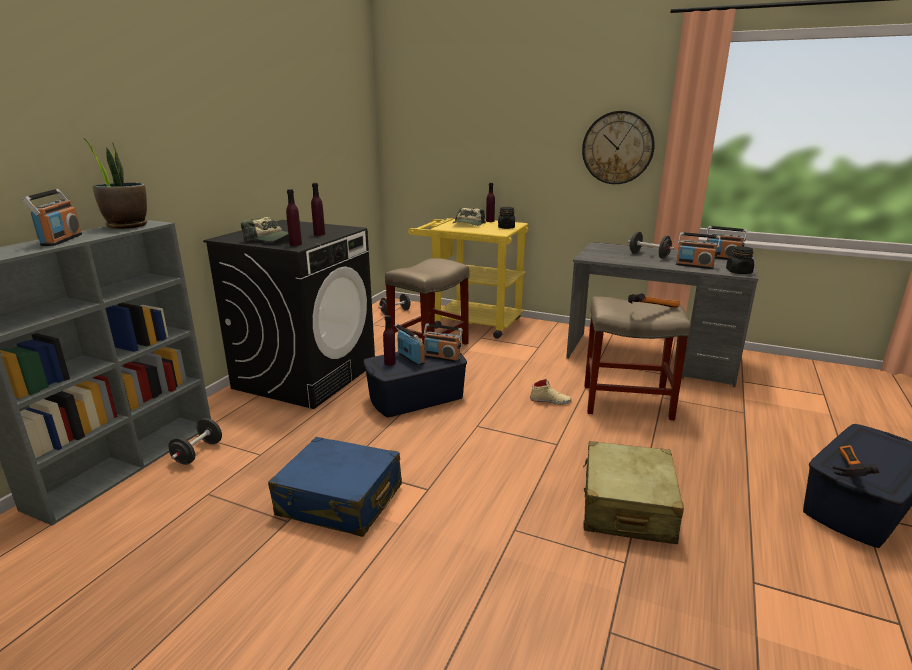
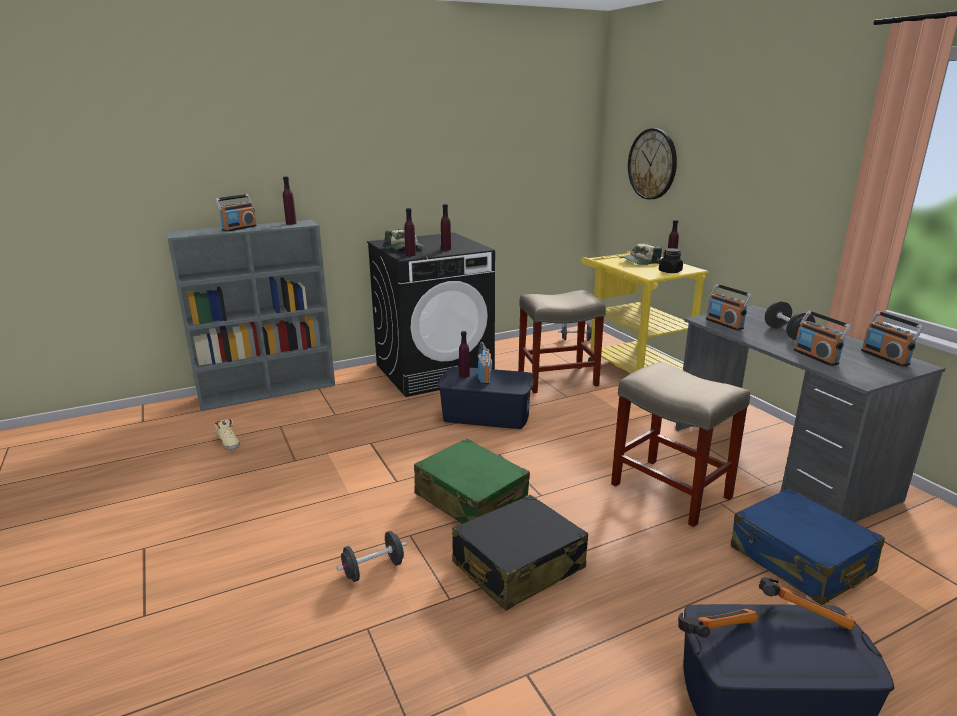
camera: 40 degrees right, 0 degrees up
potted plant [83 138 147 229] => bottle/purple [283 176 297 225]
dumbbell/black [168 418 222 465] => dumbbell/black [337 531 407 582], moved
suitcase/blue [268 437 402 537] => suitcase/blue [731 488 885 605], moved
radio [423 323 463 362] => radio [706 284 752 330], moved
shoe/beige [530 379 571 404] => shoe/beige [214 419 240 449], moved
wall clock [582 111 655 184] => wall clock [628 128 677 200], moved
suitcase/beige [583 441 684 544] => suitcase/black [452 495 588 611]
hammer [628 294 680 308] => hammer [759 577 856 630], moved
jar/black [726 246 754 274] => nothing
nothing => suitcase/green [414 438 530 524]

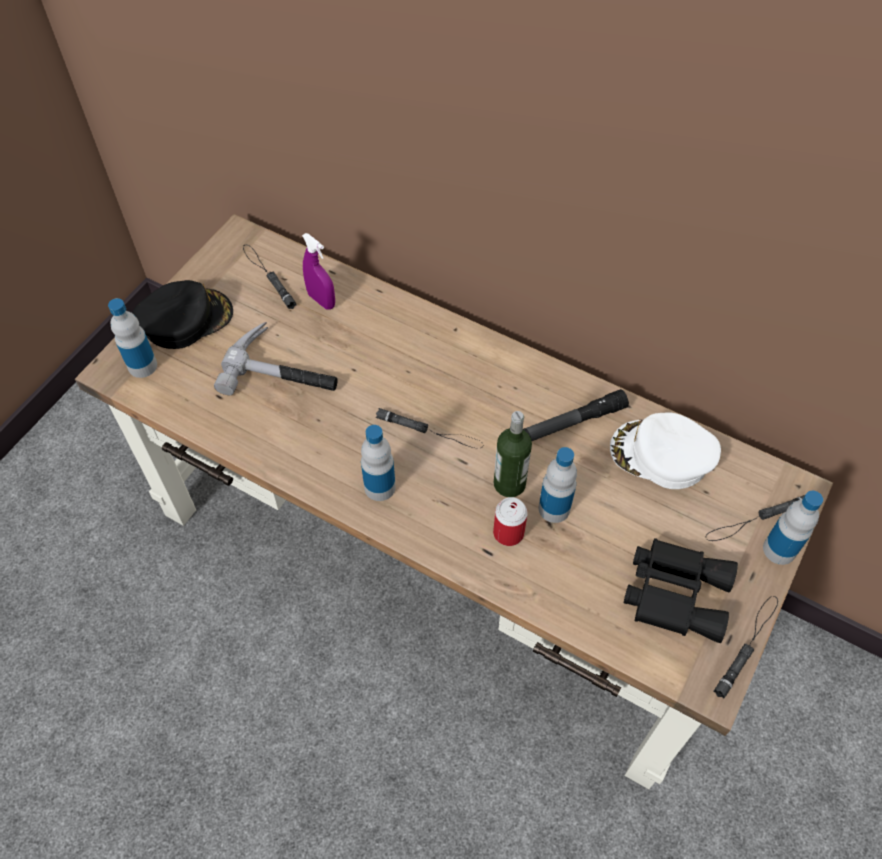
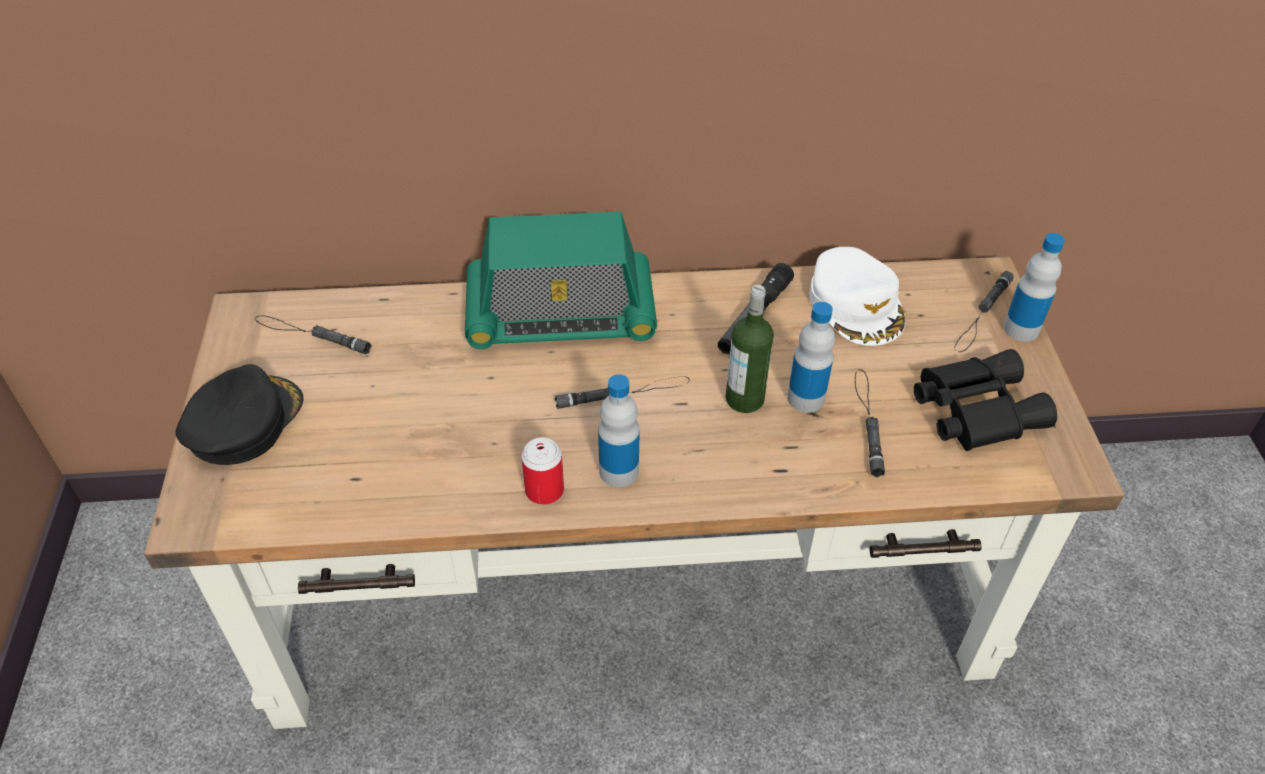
camera: 35 degrees left, 10 degrees down
bottle [108 298 157 378] => nothing
hammer [214 322 338 395] => nothing
spray bottle/purple [302 233 335 310] => nothing
can [493 497 528 546] => can [521 437 564 505], moved
cap/white [610 412 721 489] => cap/white [809 247 905 346], 90 degrees counterclockwise
flashlight/black [713 596 778 699] => flashlight/black [855 369 885 477], moved
nothing => radio [465 212 657 349]

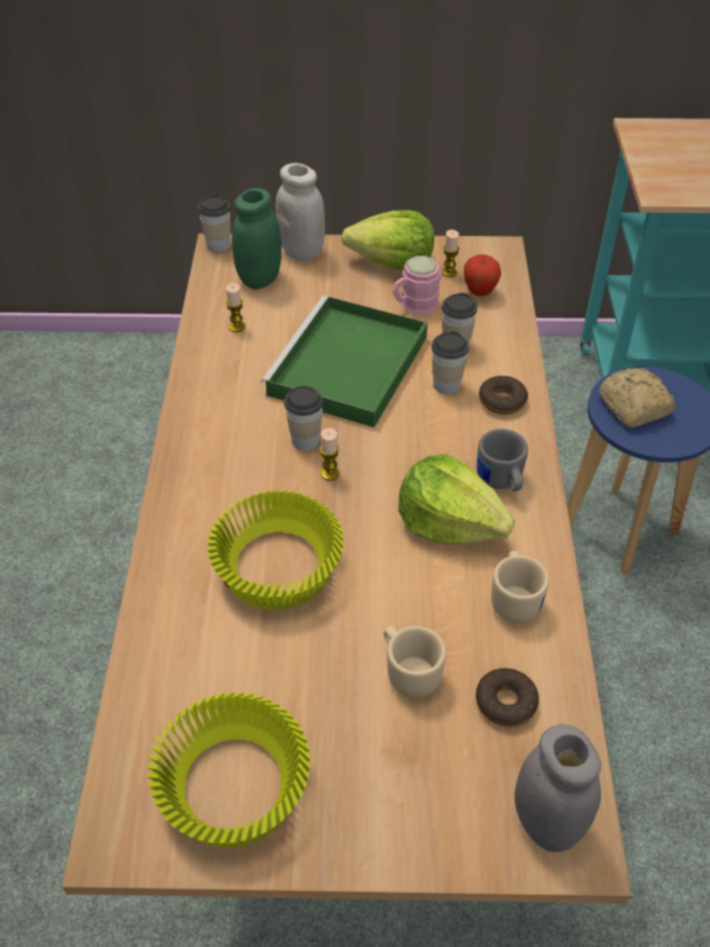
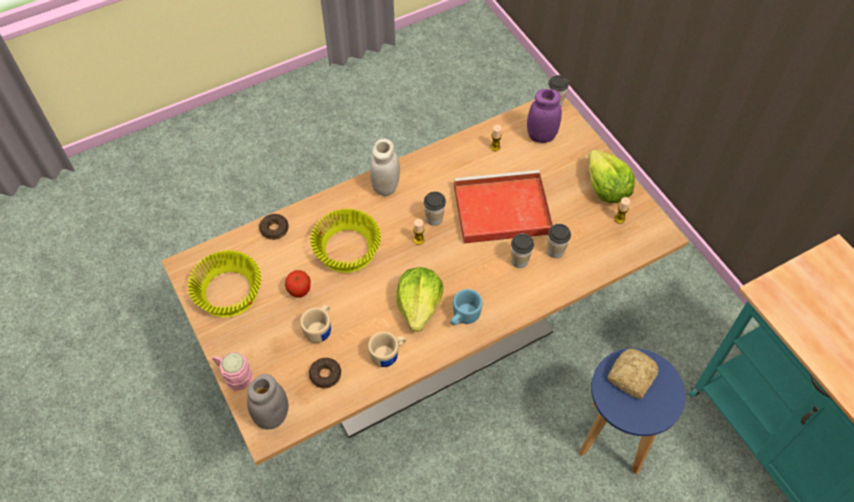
camera: 60 degrees right, 10 degrees up
jar/green [232 188 282 289] => jar/purple [527 89 562 143]
tray/green [261 296 428 427] => tray/red [454 170 553 244]
jar/white [276 163 325 261] => jar/white [370 139 400 196], moved
mug/pink [392 256 441 315] => mug/pink [212 352 253 391], moved
apple [464 254 501 296] => apple [285 270 311 298], moved
mug/grey [477 429 528 492] => mug/blue [450 289 482 325]
donut [479 376 528 414] => donut [259 214 289 240], moved

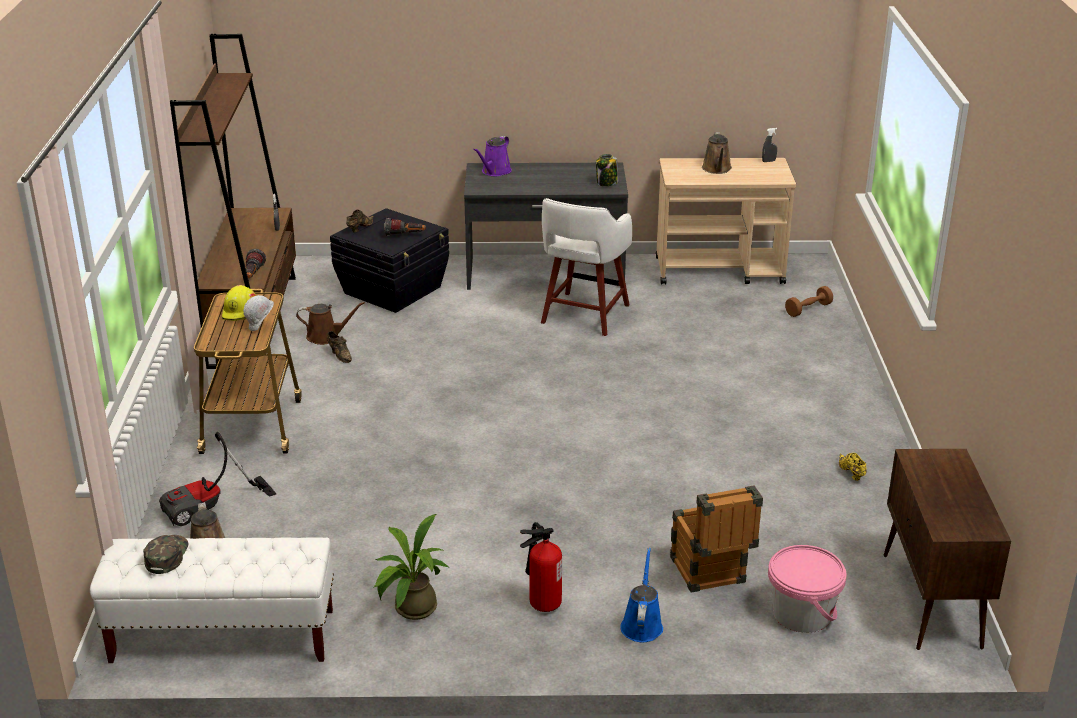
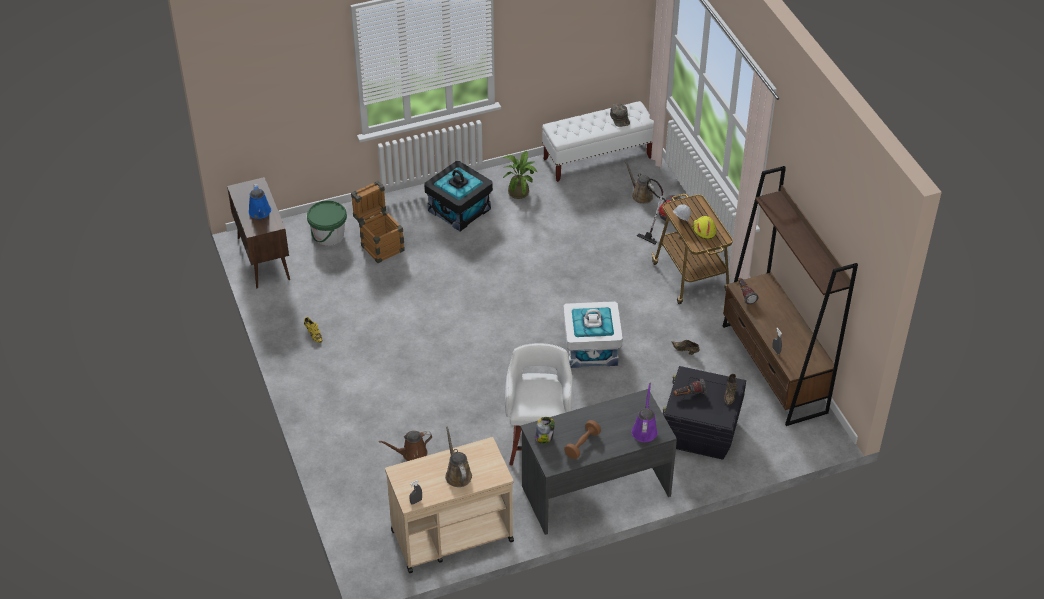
camera: 160 degrees right, 15 degrees up
watering can/brown [296 302 365 345] => watering can/brown [379 431 432 461], moved
fire extinguisher [520 522 562 612] => storage box/black [424 161 493 231]
watering can/blue [620 548 663 642] => watering can/blue [248 184 271 219], moved
bucket/pink [768 545 847 633] => bucket/green [307 200 347 246]
dumbbell/brown [785 286 833 317] => dumbbell/brown [564 420 601 459], moved
nothing => storage box/white [563 301 623 368]

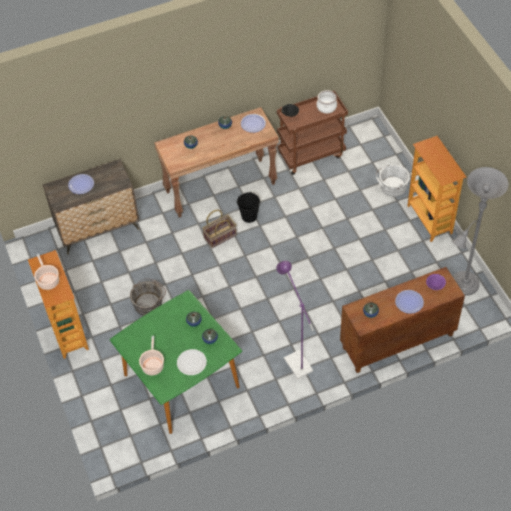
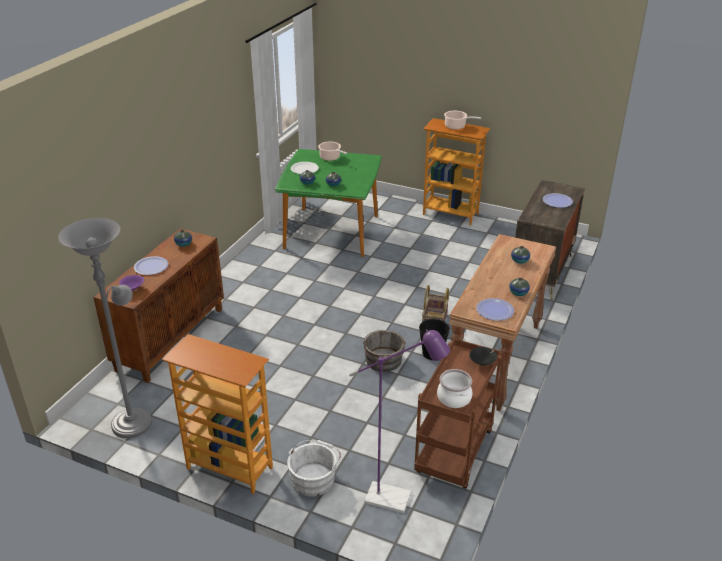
camera: 135 degrees right, 20 degrees down
bucket/grey [130 278 166 316] => bucket/grey [363 330 406 372], moved
floor lamp/purple [276 261 314 379] => floor lamp/purple [349 329 450 513], moved

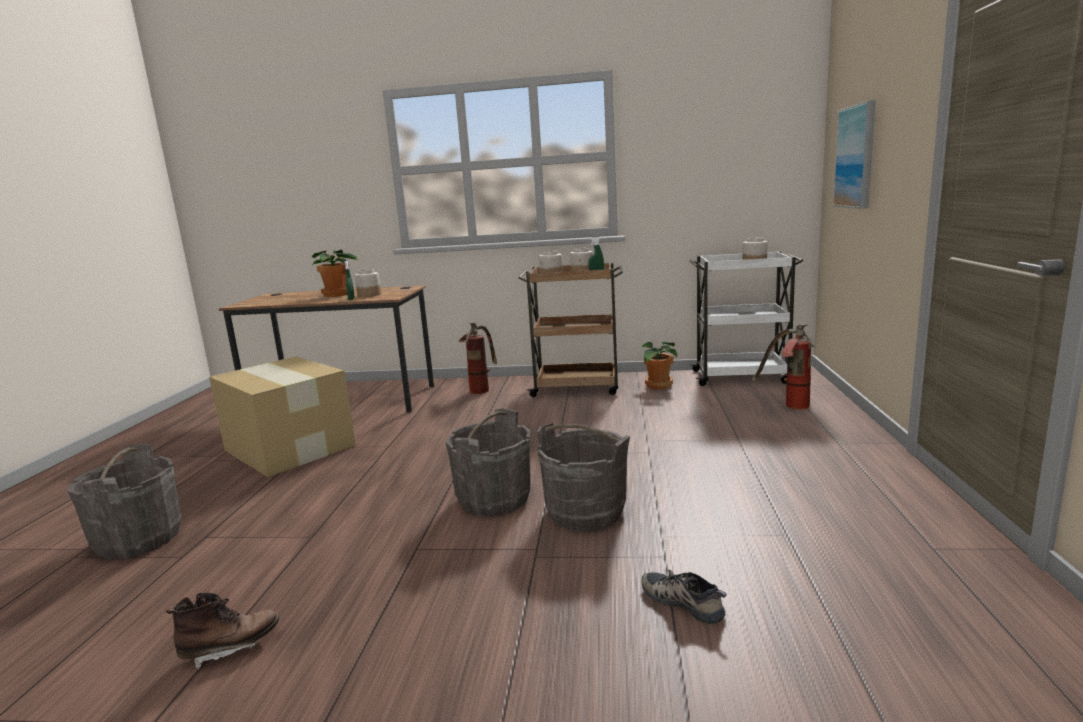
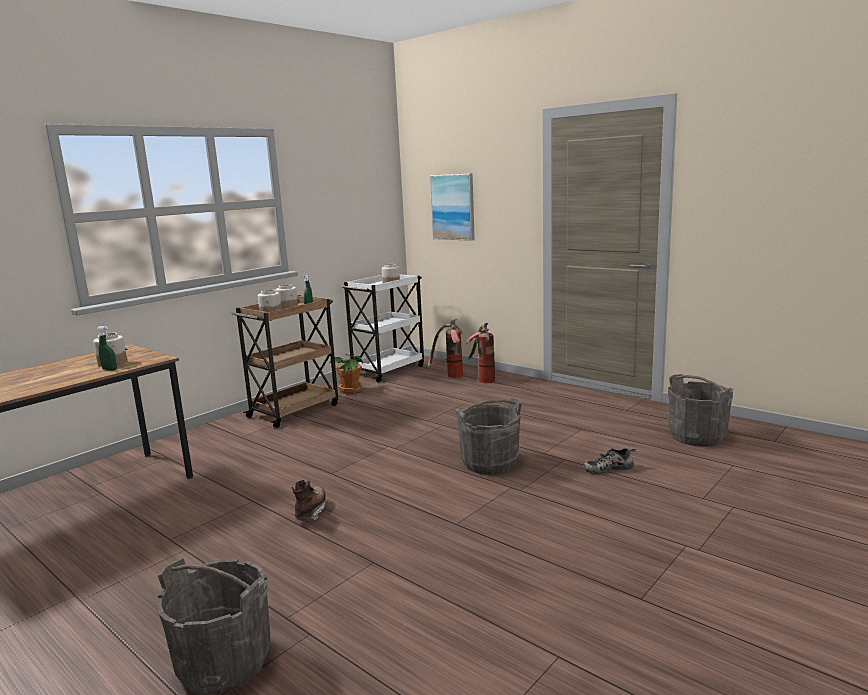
camera: 55 degrees left, 0 degrees up
boot/brown [166 592 279 670] => boot/brown [291 480 327 520], moved
cardboard box [209 356 356 477] => nothing
potted plant [312 250 359 297] => nothing
bucket/grey [446 408 531 516] => bucket/grey [668 374 733 447], moved
fire extinguisher [458 322 497 394] => fire extinguisher [466 323 495 383], moved

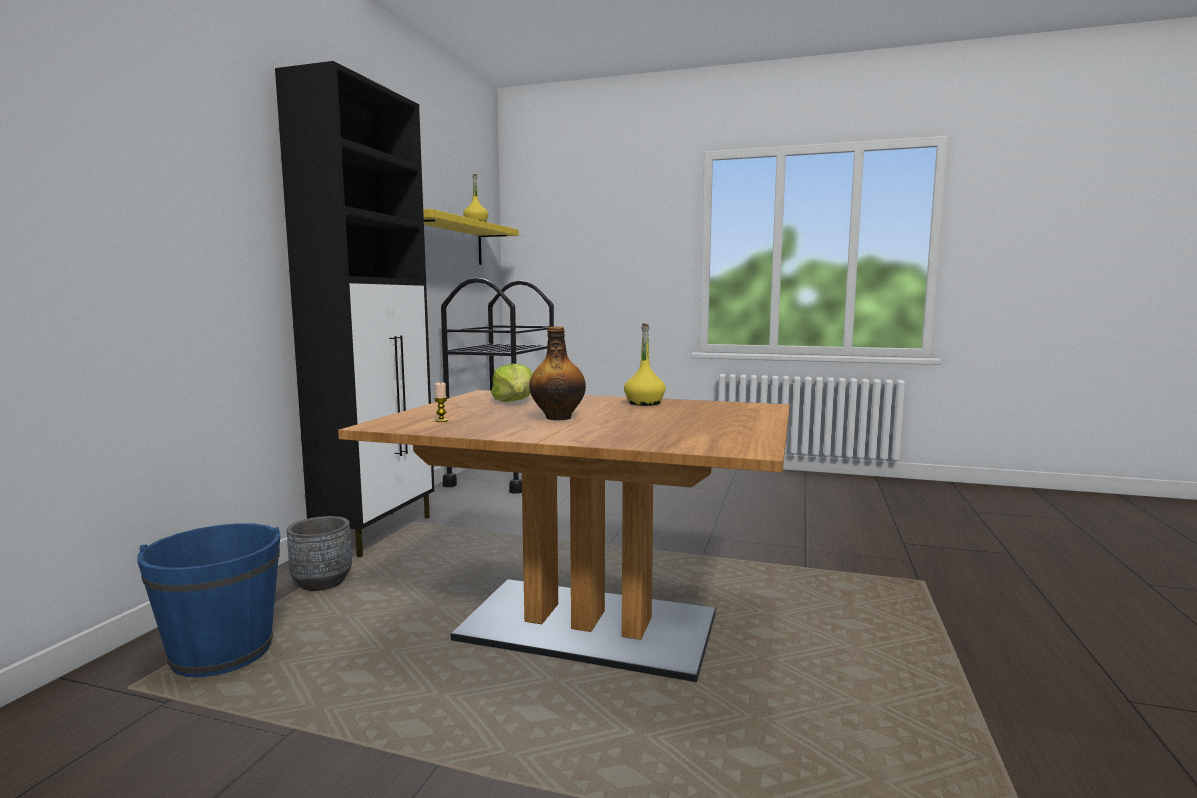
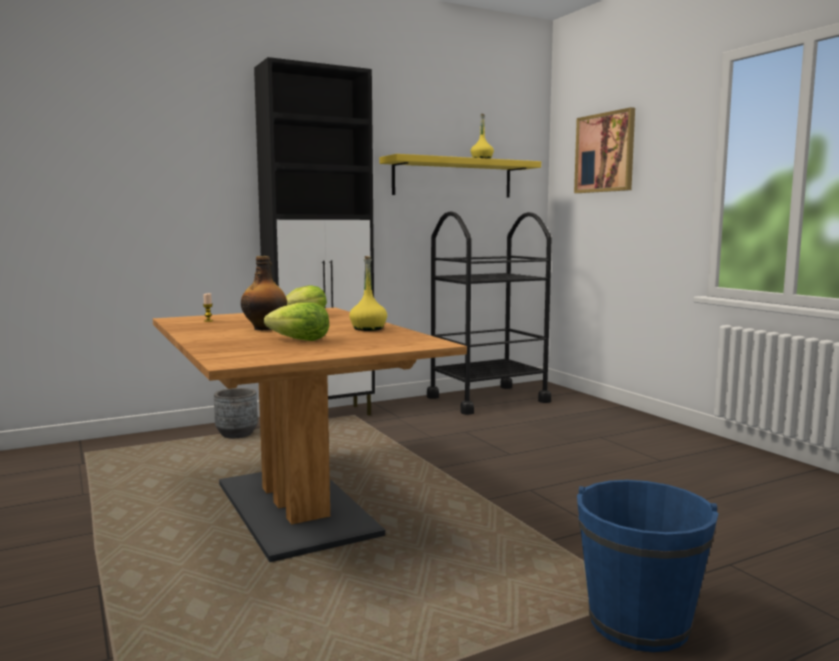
camera: 45 degrees right, 0 degrees up
bucket/blue [137 523 281 677] => bucket/blue [577 480 718 652], moved
nothing => lettuce [264 302 329 341]
nothing => picture [574 107 635 193]

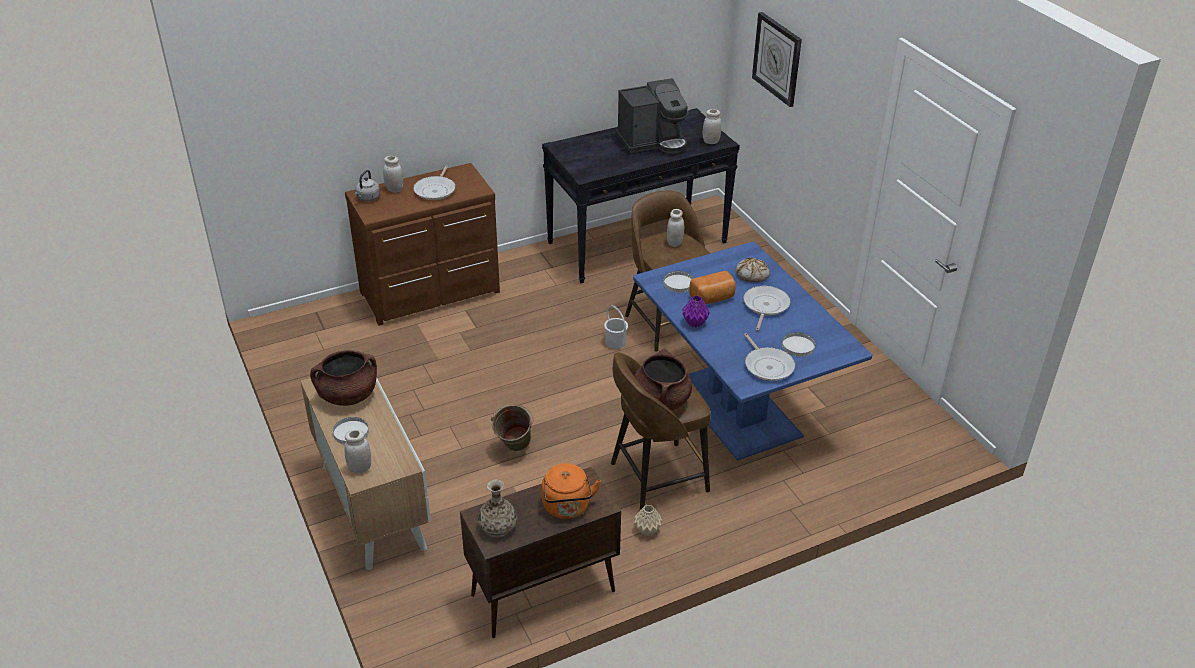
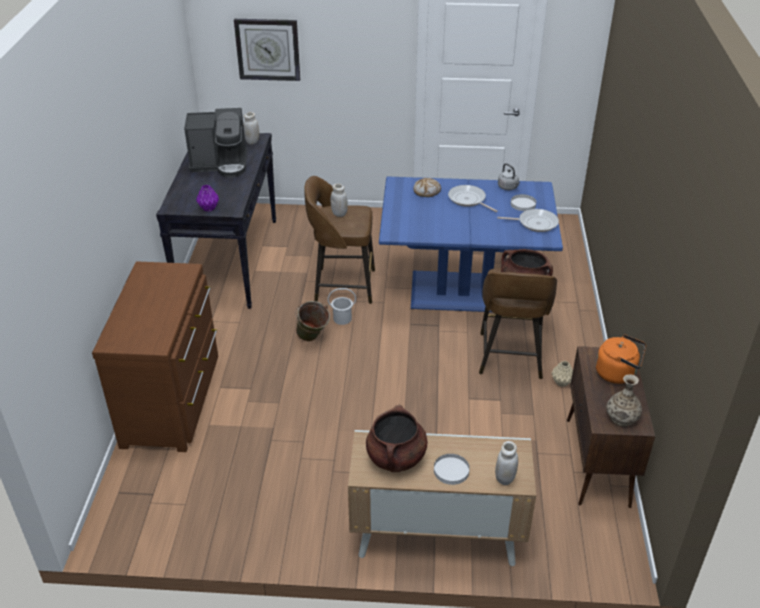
camera: 60 degrees left, 0 degrees up
kettle/grey [354 170 380 201] => kettle/grey [498 163 520 190], moved
jar/white [383 156 403 193] => nothing
frying pan [414 166 455 200] => nothing
bucket/green [491 405 533 451] => bucket/green [295 301 330 342], moved
coffee machine [615 78 689 154] => coffee machine [184 108 247 178], 75 degrees clockwise
plate/white [664 271 694 293] => nothing
vase/purple [682 296 710 328] => vase/purple [196 185 219 212], moved
bread [689 271 736 304] => nothing

